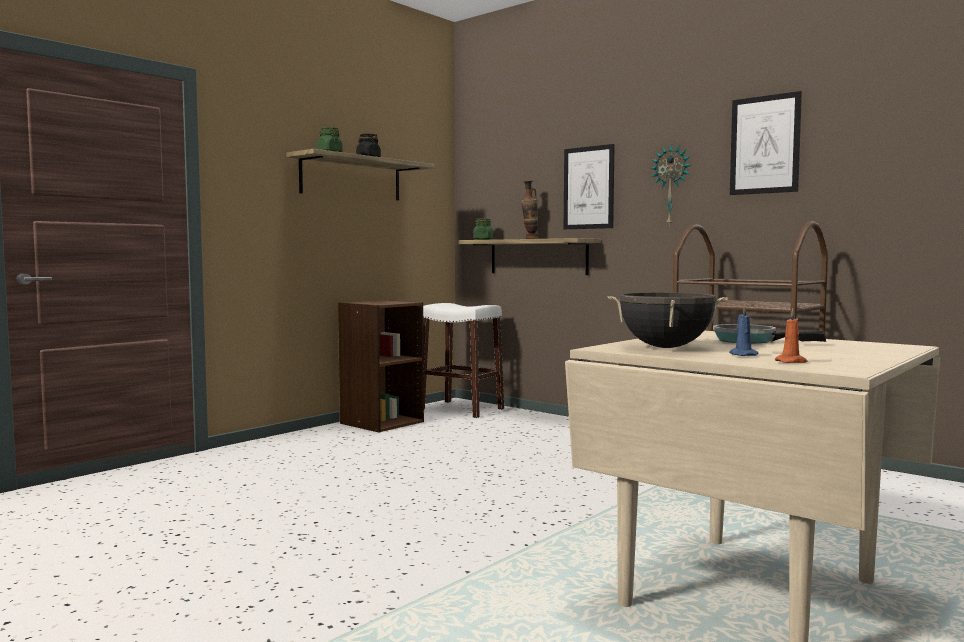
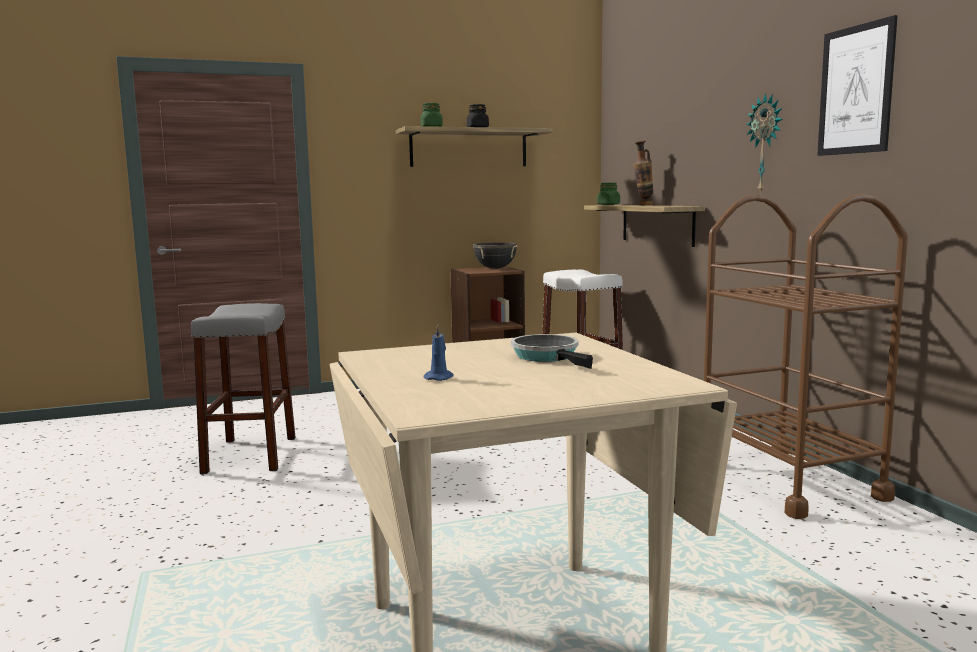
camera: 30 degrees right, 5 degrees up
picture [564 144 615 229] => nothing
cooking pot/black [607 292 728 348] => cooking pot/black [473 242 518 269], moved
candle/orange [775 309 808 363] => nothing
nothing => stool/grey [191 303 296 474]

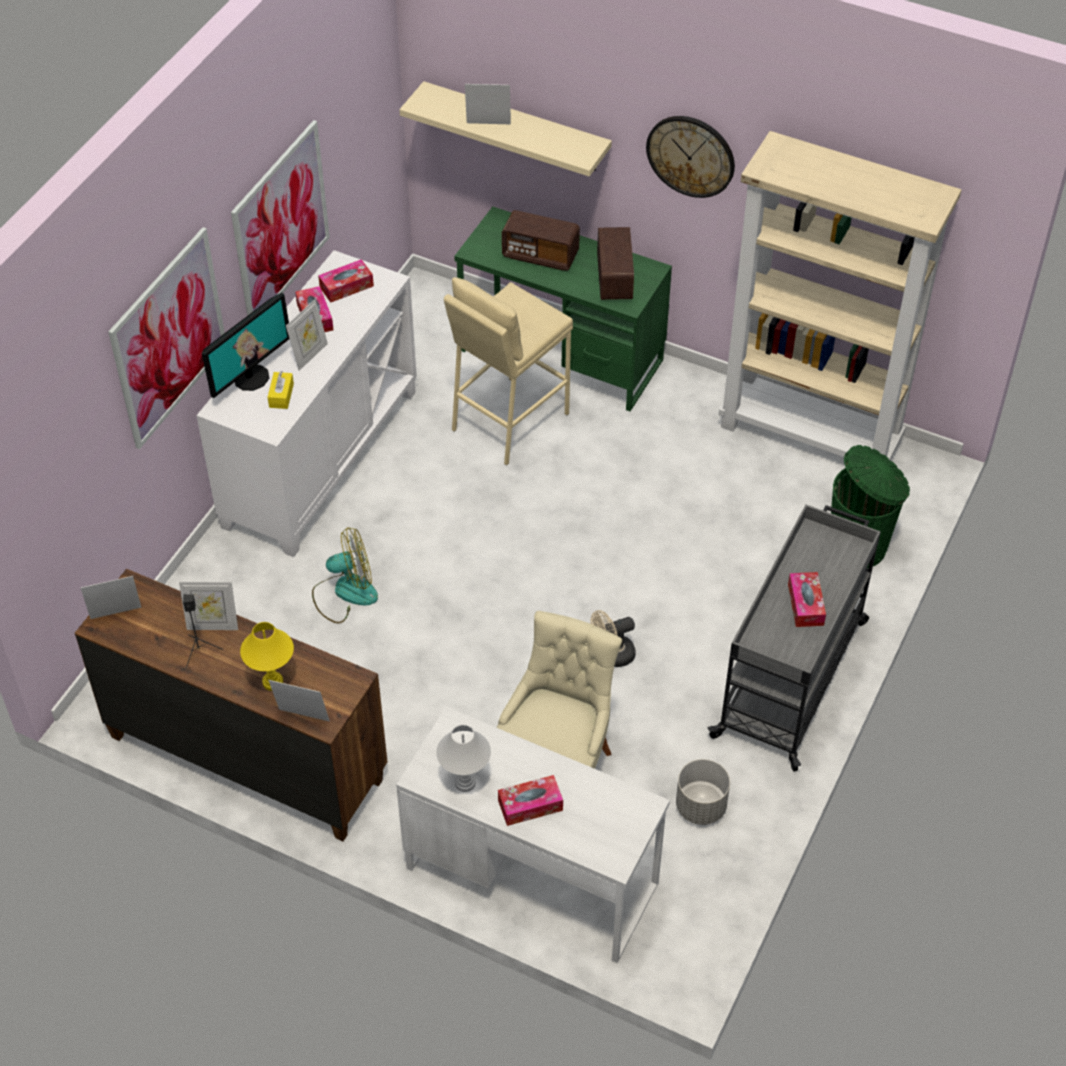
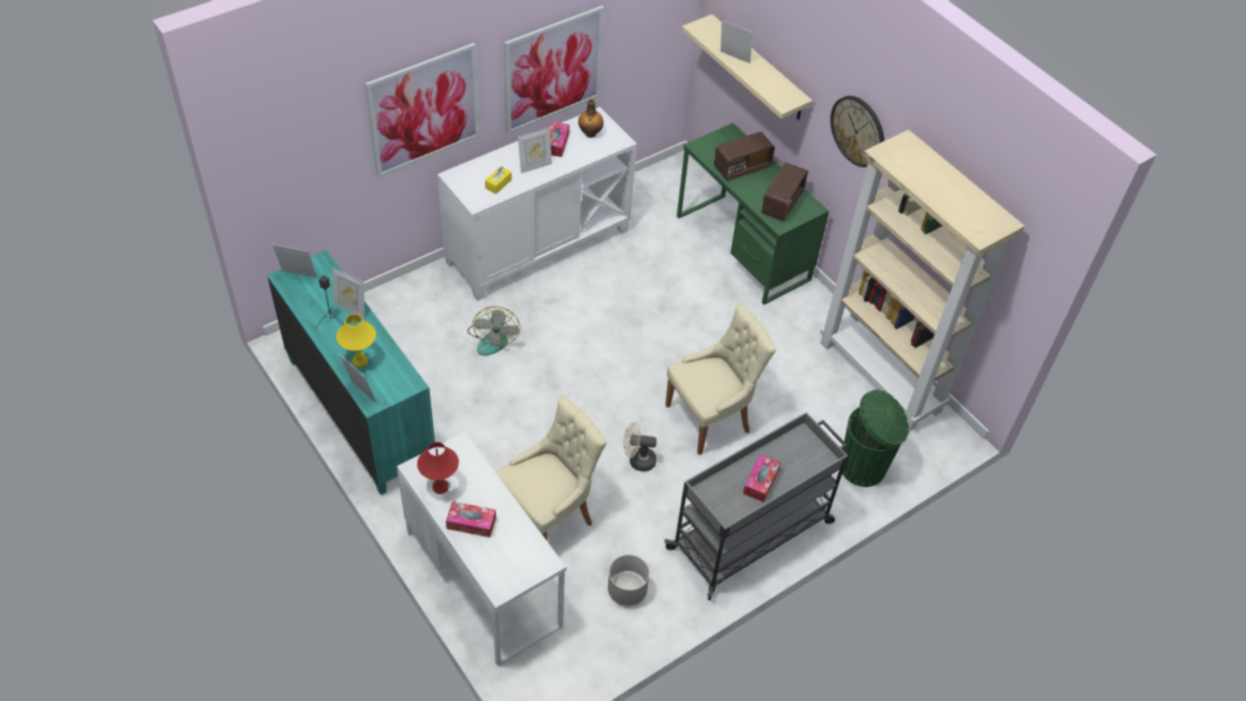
camera: 25 degrees right, 0 degrees up
dresser/brown [75 569 387 841] => dresser/turquoise [267 250 435 495]
monitor [202 293 289 398] => nothing
fan [312 527 378 624] => fan [467 306 521 356], 75 degrees clockwise
tissue box [318 259 374 303] => bottle [578 99 604 138]
table lamp/white [436 725 491 792] => table lamp/red [417 442 459 494]
stool/beige [444 277 573 465] => nothing
radio [502 210 580 271] => radio [714 132 775 180], 75 degrees counterclockwise
nothing => chair/beige [665 304 776 455]

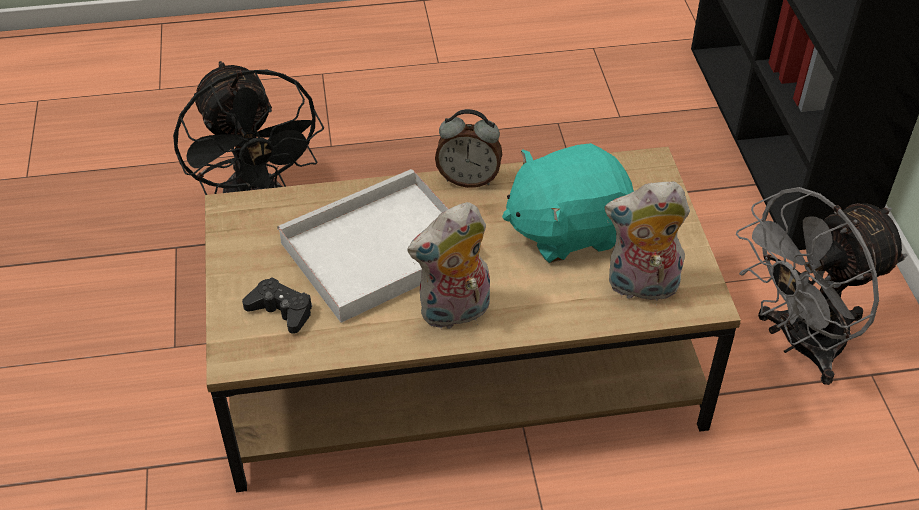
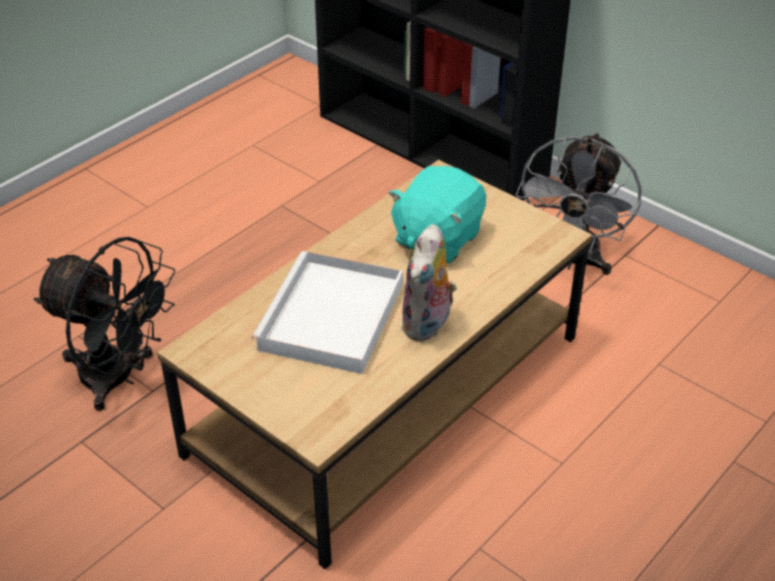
camera: 40 degrees left, 5 degrees down
game controller/black [242 277 312 334] => nothing
alarm clock [435 109 502 188] => nothing
plush toy [605 181 690 305] => nothing

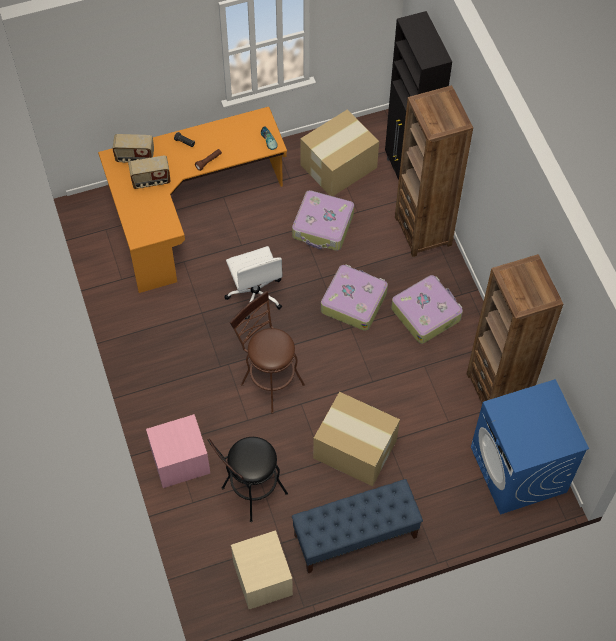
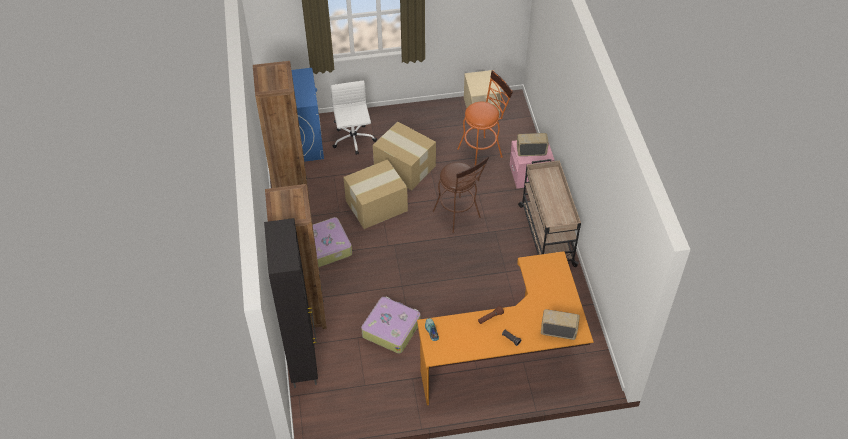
camera: 170 degrees left, 10 degrees down
radio [128 156 171 189] => radio [517 133 549 156], moved
stool/black [207 437 288 522] => stool/orange [457 70 513 165]
office chair/white [225 246 282 320] => office chair/white [331 81 377 154], moved
bench/blue [292 479 423 573] => nothing
cardboard box [301 109 379 196] => cardboard box [343 159 408 229], moved
suitcase [321 265 388 331] => nothing
nothing => cart/beige [518 159 581 267]

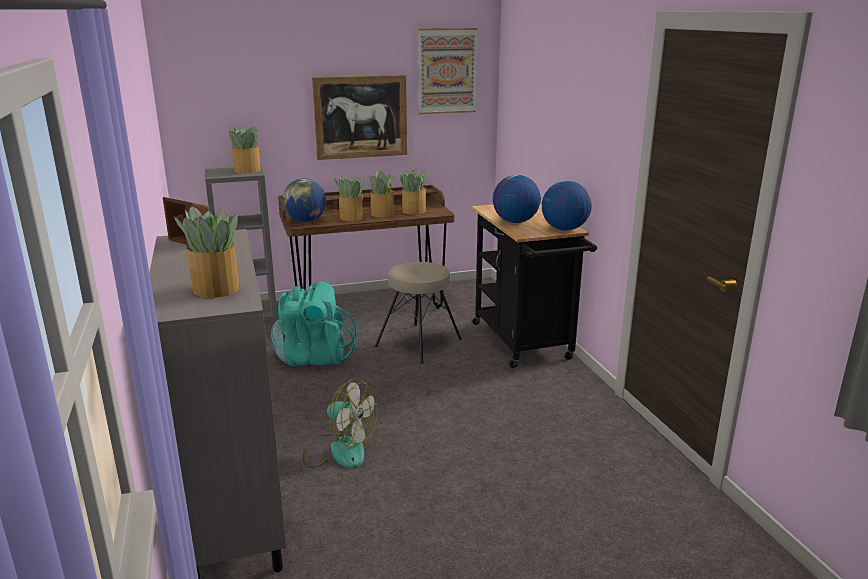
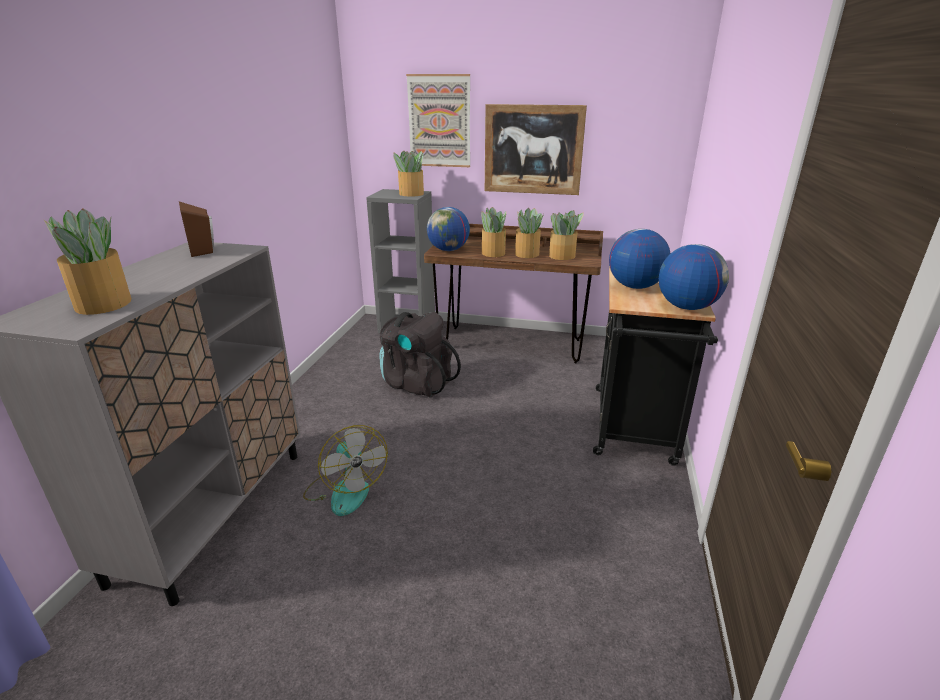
camera: 30 degrees right, 5 degrees up
backpack/turquoise [271 281 357 367] => backpack/black [380 312 461 397]
stool/beige [375 262 462 364] => nothing
picture [418 28 478 114] => picture [406 74 470 167], moved

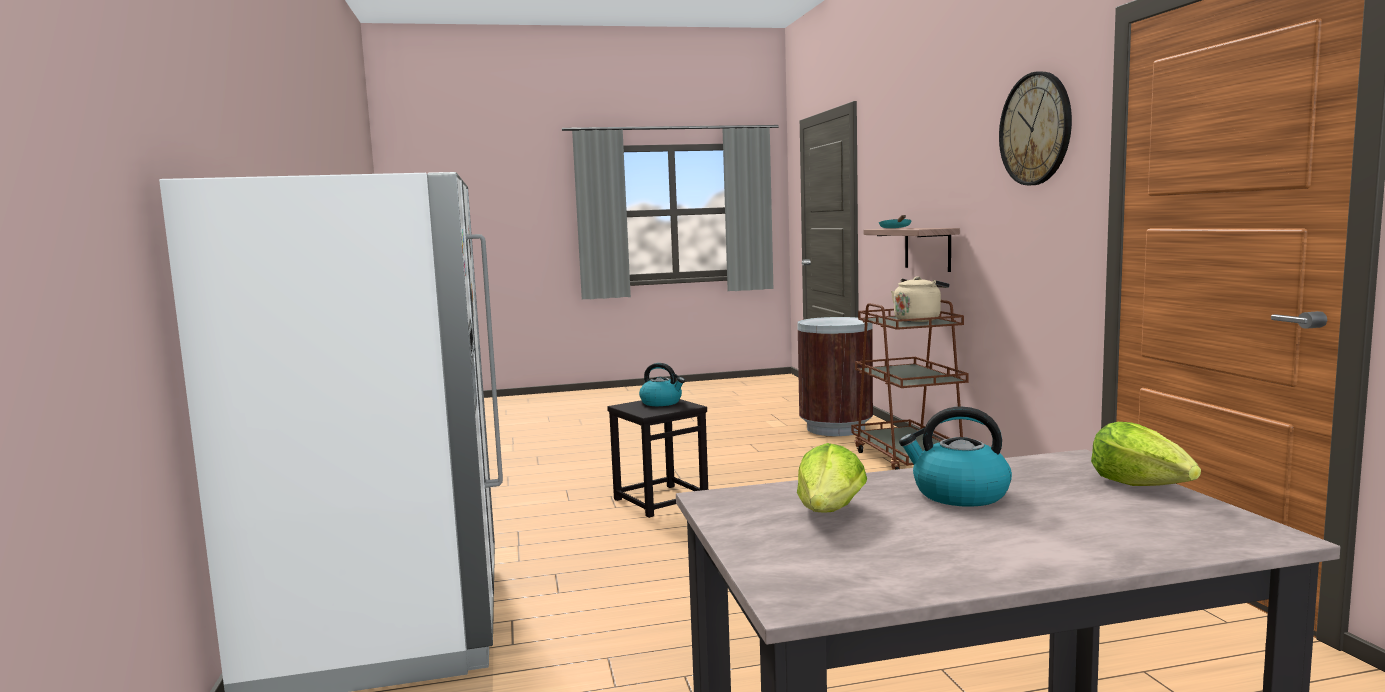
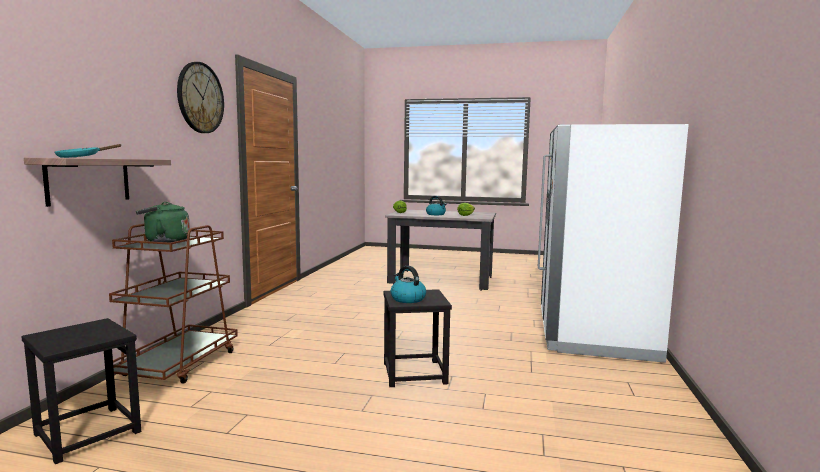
camera: 155 degrees left, 0 degrees up
trash can/brown [797 317 873 436] => stool/black [22 318 141 464]
kettle/beige [891 276 949 322] => kettle/green [136 202 190 243]

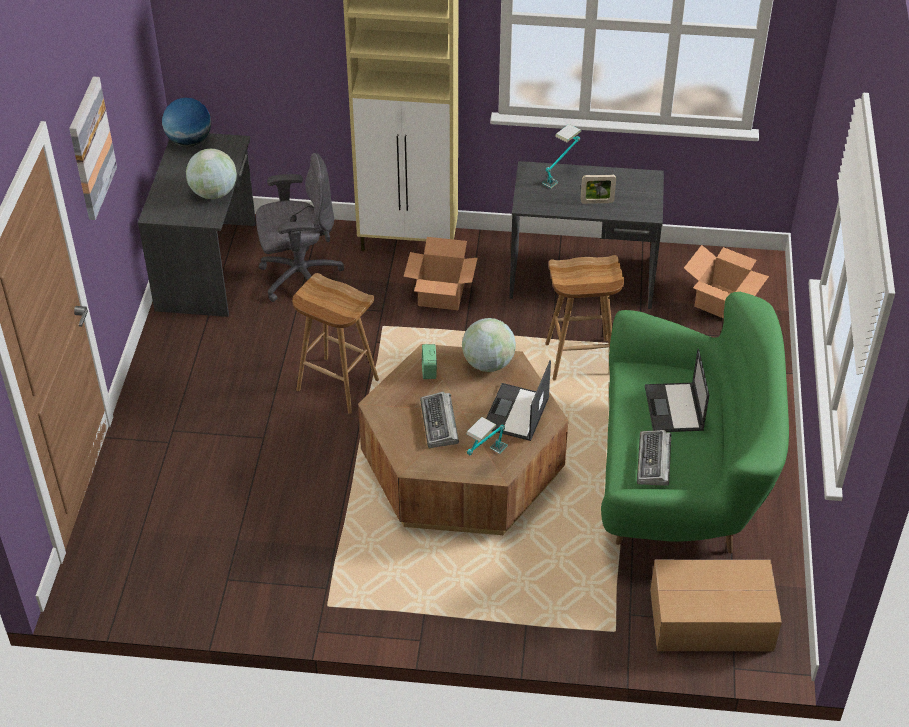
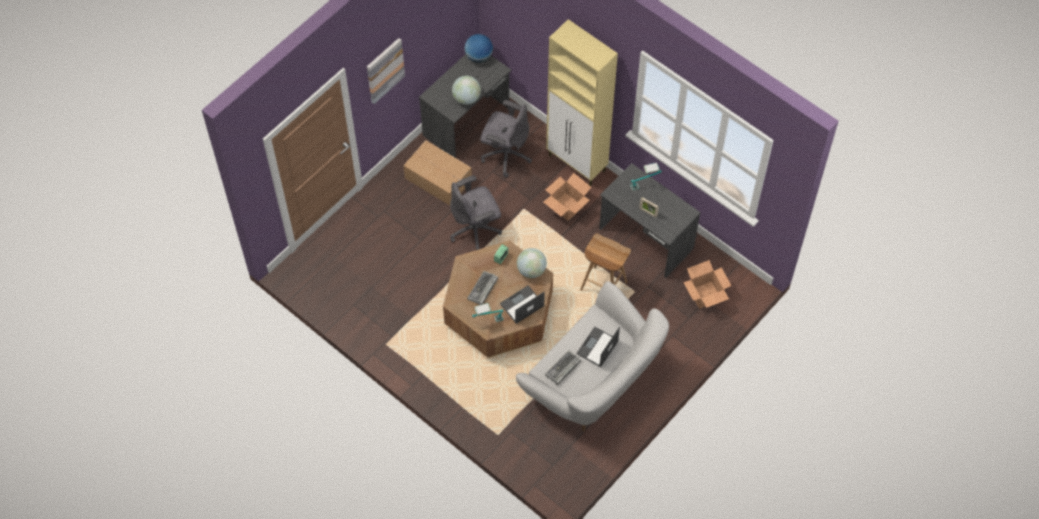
camera: 35 degrees right, 15 degrees up
stool/brown [292 273 379 414] => office chair/grey [450 175 502 250]
sofa/green [601 292 789 553] => sofa/white [516 281 669 432]
cardboard box [650 560 782 651] => cardboard box [403 140 472 206], moved

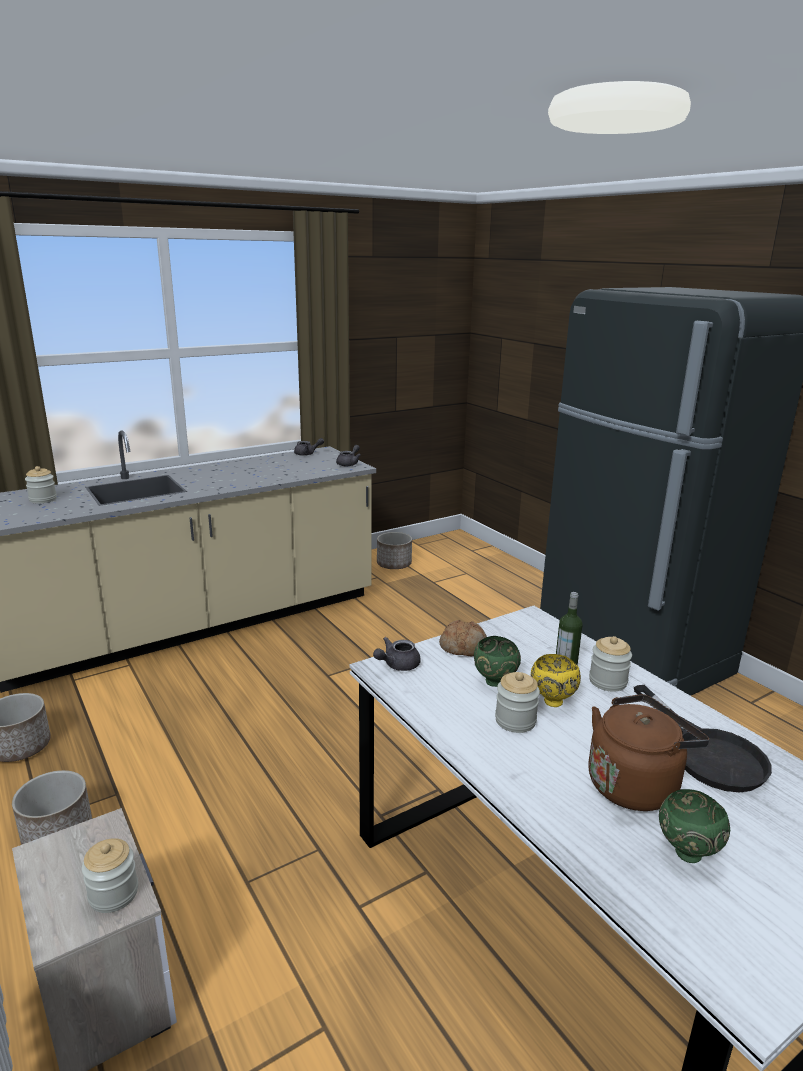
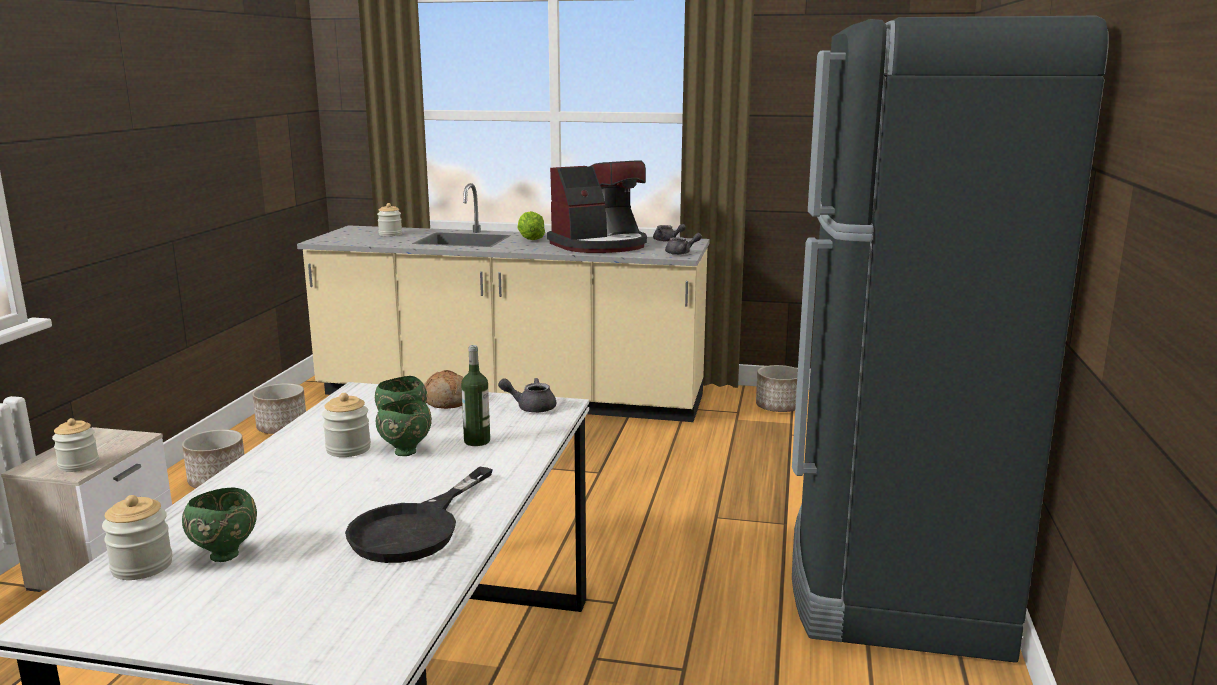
camera: 45 degrees right, 5 degrees down
teapot/grey [373 637 421 671] => teapot/grey [498 378 556 413], moved
bowl/yellow [531 654 581 707] => bowl/green [376 399 432 456]
kettle/brown [588 694 709 811] => nothing
jar [589 636 632 692] => jar [102 495 173 580], moved
nothing => lettuce [518 211 545 240]
nothing => coffee machine [547 160 647 253]

